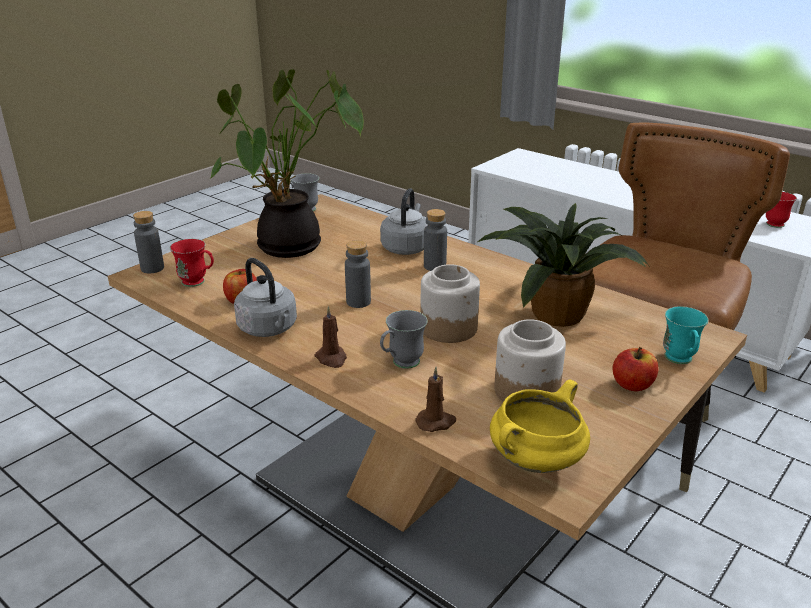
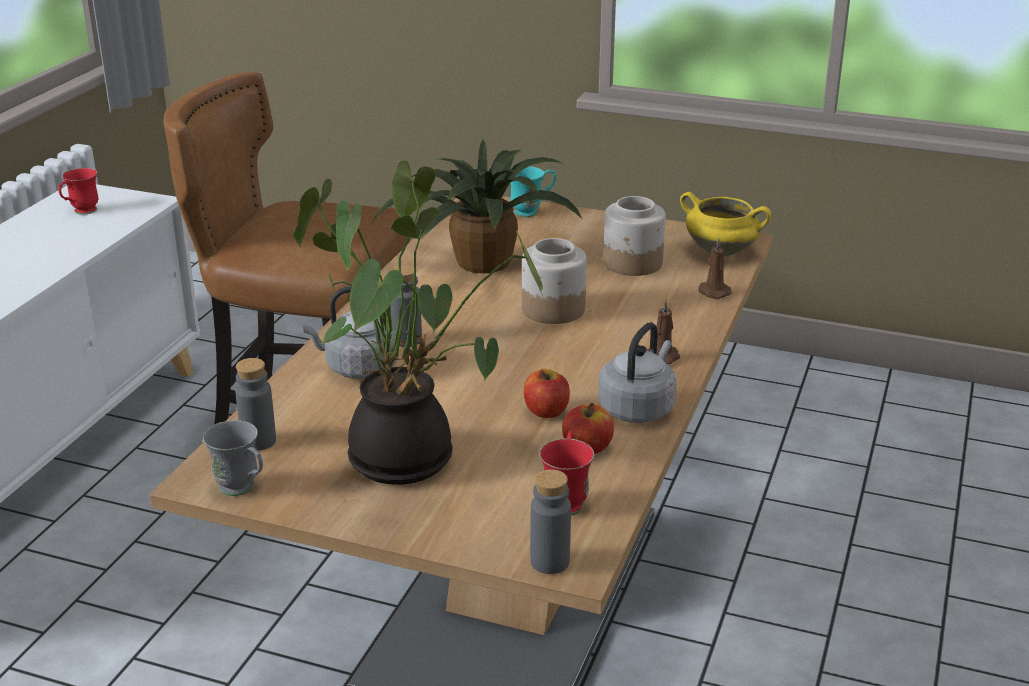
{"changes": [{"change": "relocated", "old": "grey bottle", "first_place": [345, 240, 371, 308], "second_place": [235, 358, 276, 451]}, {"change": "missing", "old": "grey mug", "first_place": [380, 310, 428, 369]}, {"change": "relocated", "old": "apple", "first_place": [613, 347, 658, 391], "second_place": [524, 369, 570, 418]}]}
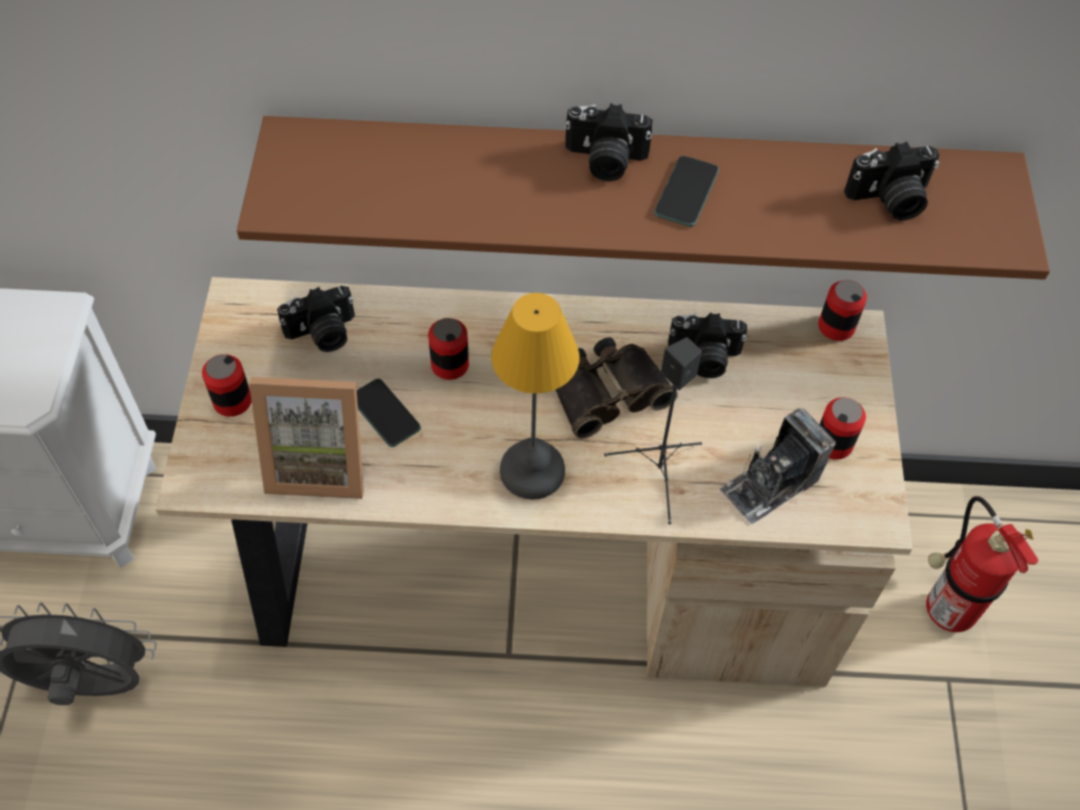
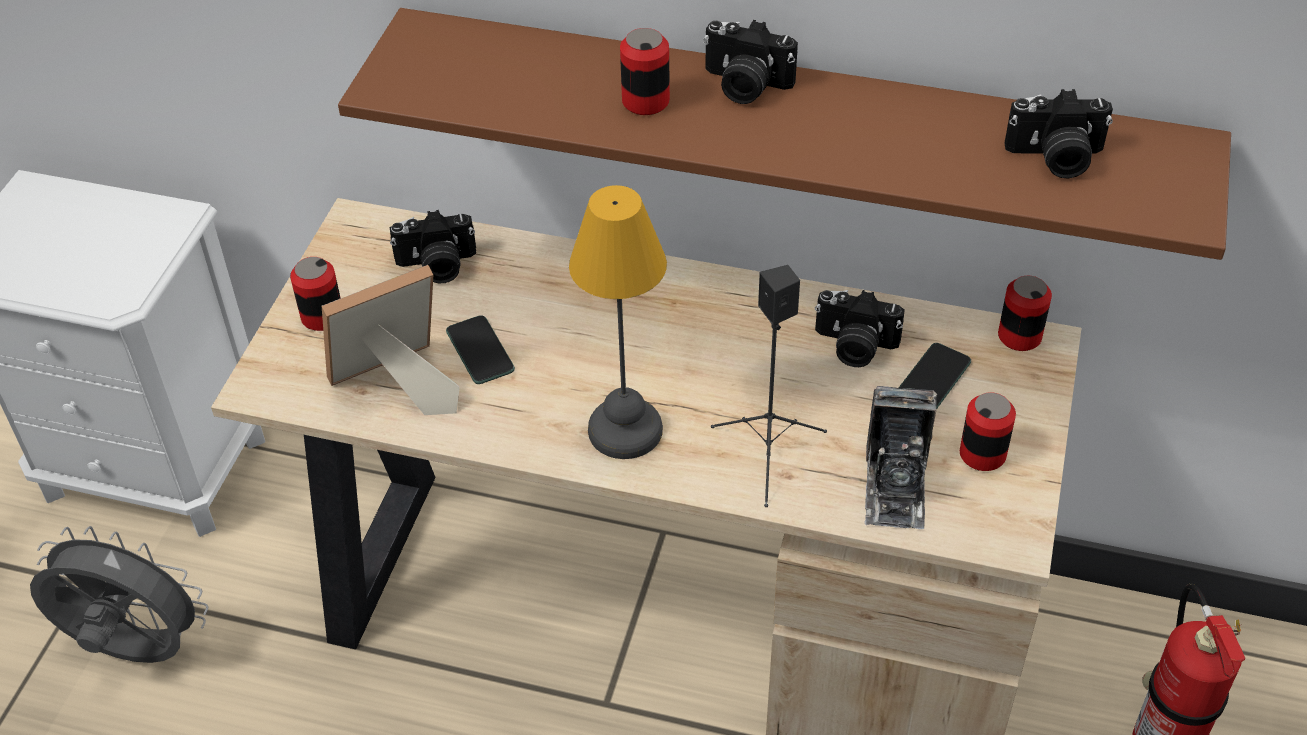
{"changes": [{"change": "spun", "old": "picture frame", "first_place": [249, 377, 364, 499], "second_place": [322, 265, 460, 415], "degrees": 135}, {"change": "relocated", "old": "can", "first_place": [428, 318, 469, 380], "second_place": [620, 28, 670, 115]}, {"change": "missing", "old": "binoculars", "first_place": [556, 337, 678, 439]}, {"change": "relocated", "old": "phone", "first_place": [654, 156, 719, 227], "second_place": [899, 343, 971, 410]}, {"change": "spun", "old": "photo camera", "first_place": [719, 408, 836, 524], "second_place": [864, 386, 937, 529], "degrees": -60}]}
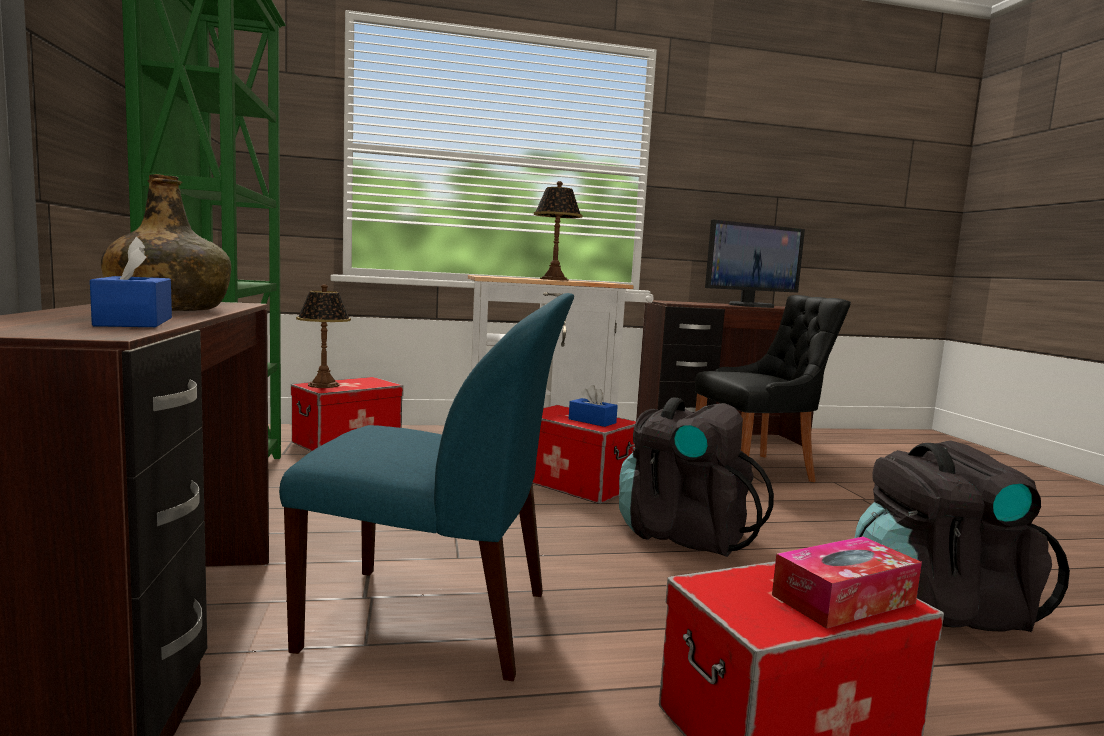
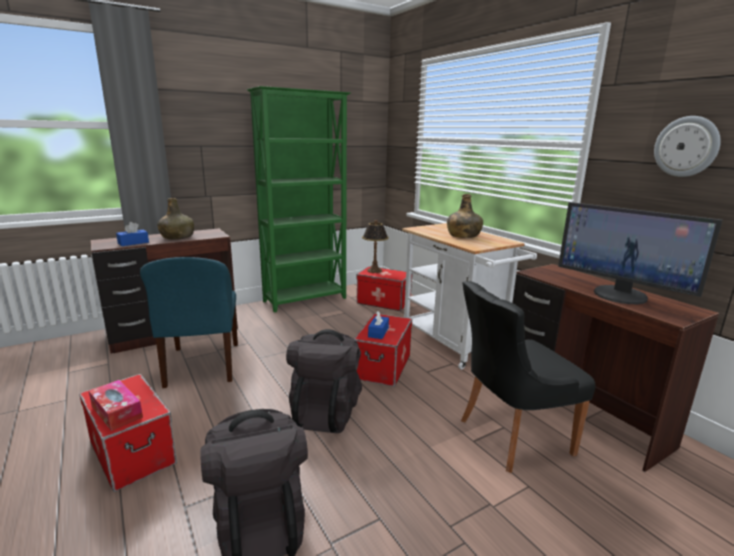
{"changes": [{"change": "exchanged", "old": "table lamp", "new": "green bottle", "first_place": [534, 181, 583, 281], "second_place": [447, 194, 483, 238]}, {"change": "spun", "old": "black chair", "first_place": [695, 295, 851, 482], "second_place": [461, 281, 596, 473], "degrees": 105}, {"change": "appeared", "new": "wall clock", "second_place": [654, 116, 721, 177]}]}
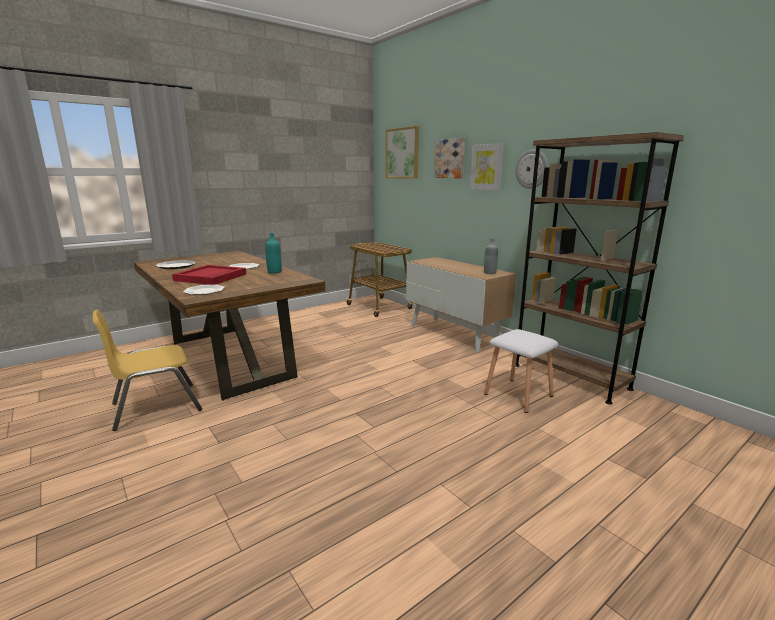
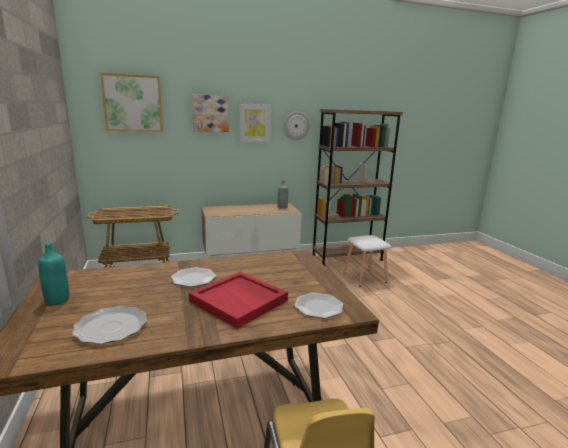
{"changes": [{"change": "relocated", "old": "turquoise bottle", "first_place": [265, 233, 282, 274], "second_place": [38, 243, 69, 305]}]}
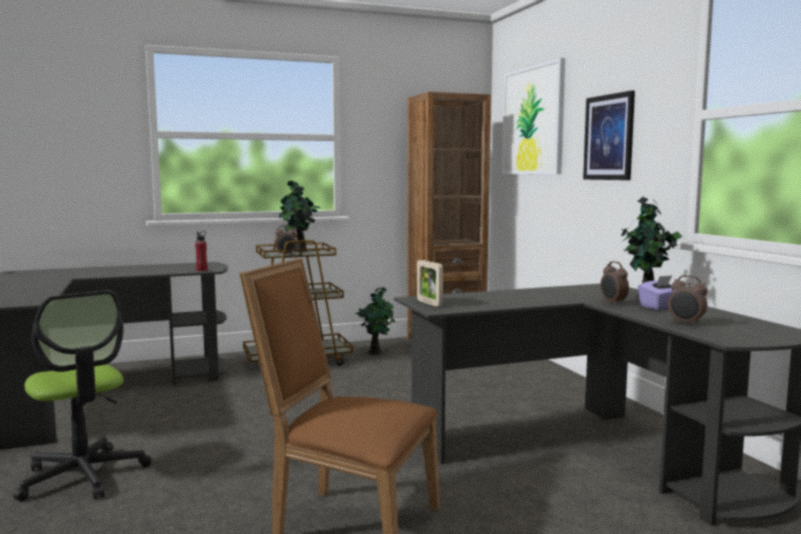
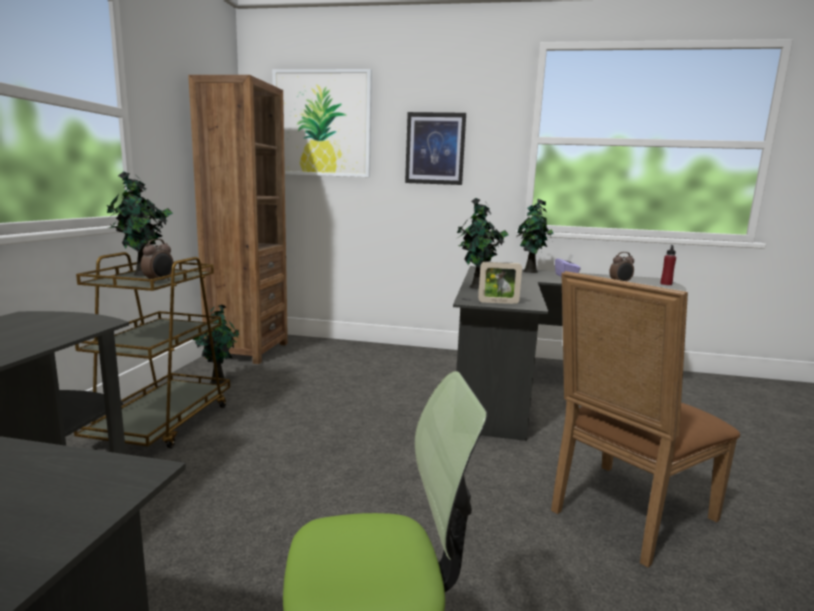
{"changes": [{"change": "relocated", "old": "red bottle", "first_place": [195, 231, 207, 271], "second_place": [660, 245, 676, 285]}, {"change": "missing", "old": "alarm clock", "first_place": [600, 261, 629, 305]}, {"change": "appeared", "new": "potted plant", "second_place": [457, 198, 509, 289]}]}
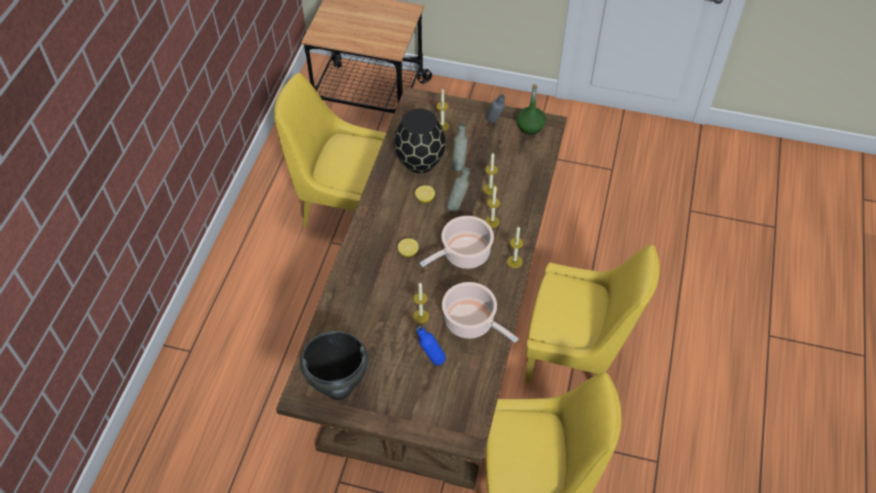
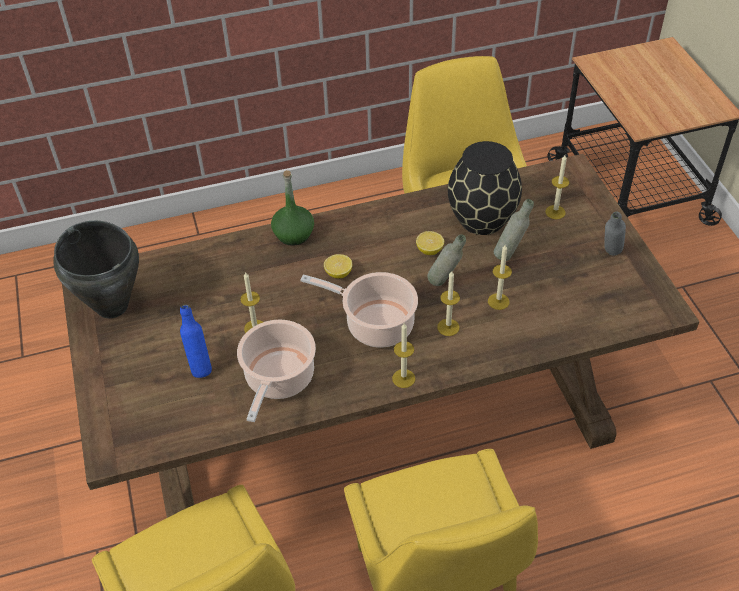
{"changes": [{"change": "relocated", "old": "green bottle", "first_place": [516, 84, 546, 135], "second_place": [271, 170, 314, 246]}]}
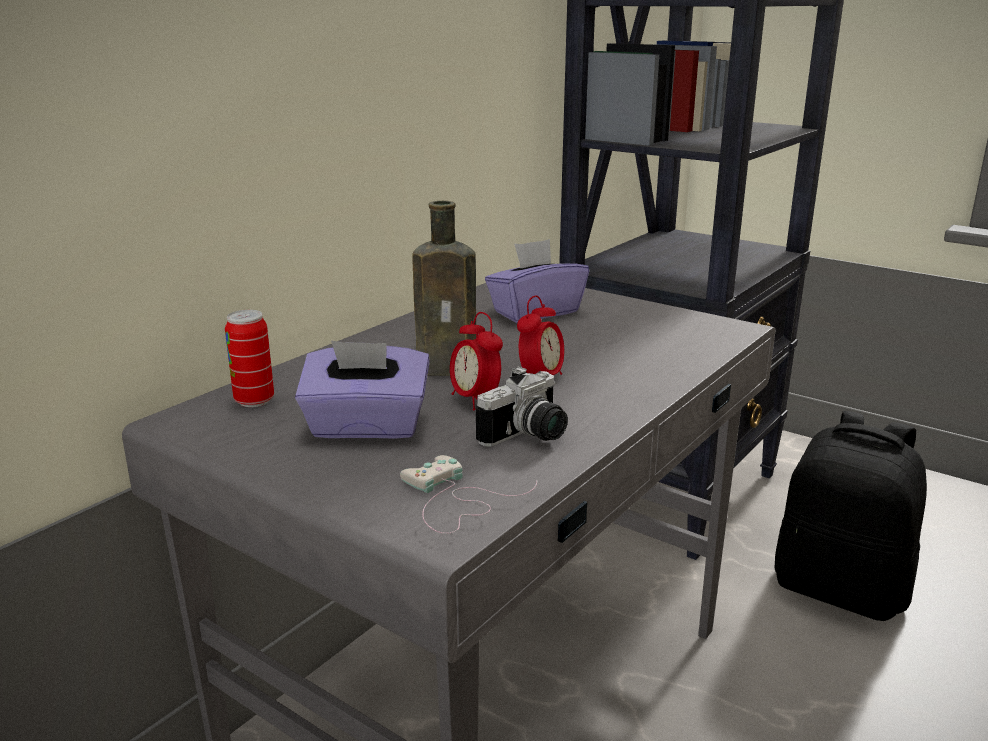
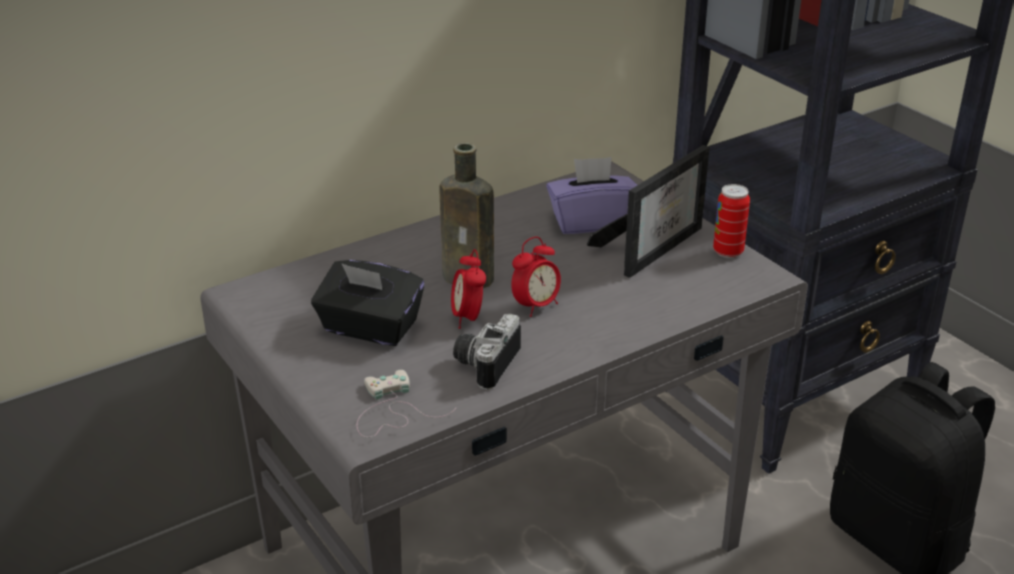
{"changes": [{"change": "relocated", "old": "can", "first_place": [225, 310, 274, 407], "second_place": [713, 184, 750, 258]}, {"change": "colour", "old": "purple tissue box", "new": "black tissue box", "first_place": [295, 341, 430, 439], "second_place": [311, 260, 424, 346]}, {"change": "spun", "old": "photo camera", "first_place": [476, 366, 568, 447], "second_place": [453, 314, 521, 390], "degrees": 135}, {"change": "appeared", "new": "picture frame", "second_place": [587, 145, 710, 278]}]}
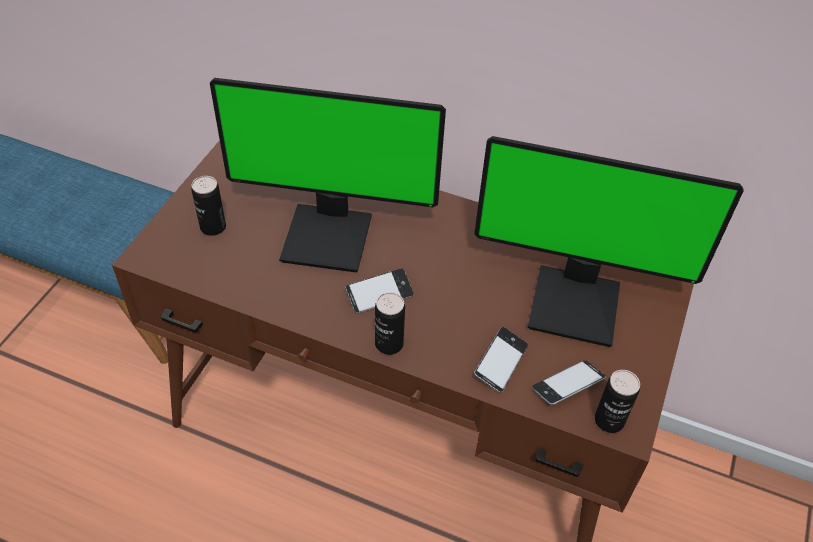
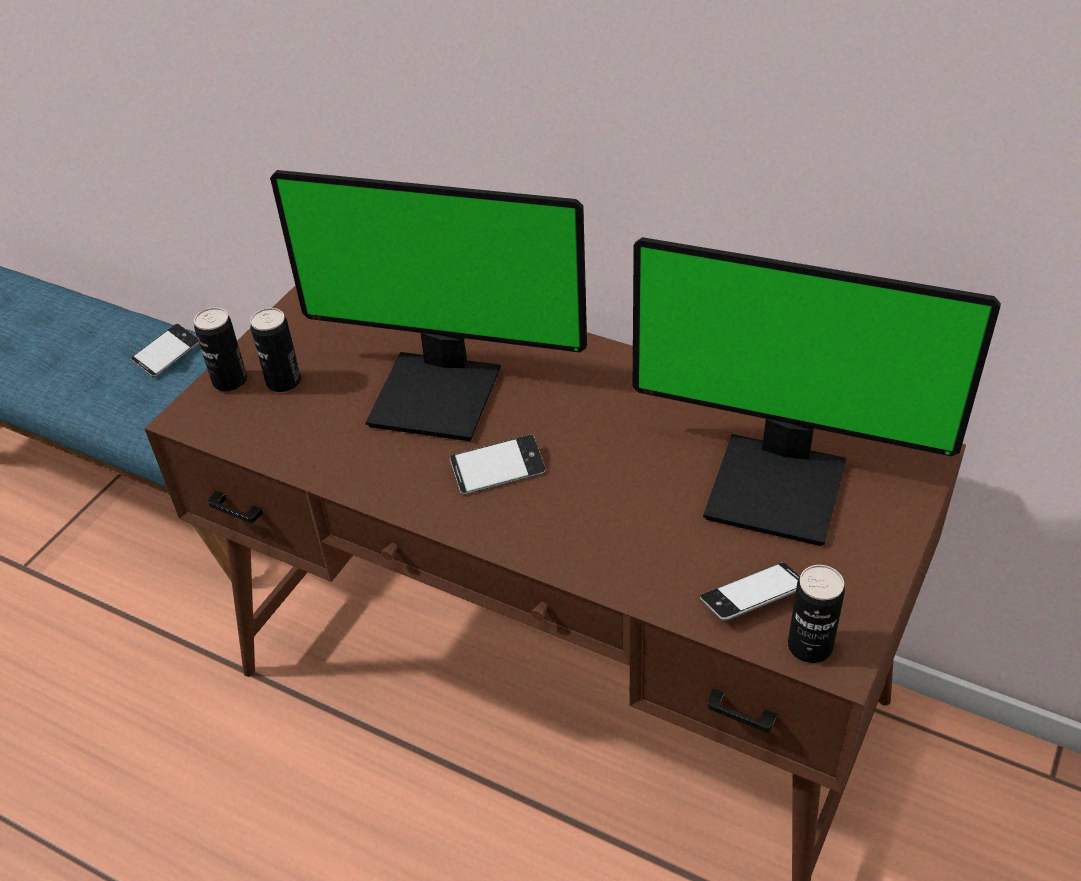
{"changes": [{"change": "relocated", "old": "can", "first_place": [375, 292, 405, 355], "second_place": [194, 307, 247, 391]}, {"change": "relocated", "old": "phone", "first_place": [474, 327, 528, 393], "second_place": [131, 324, 199, 377]}]}
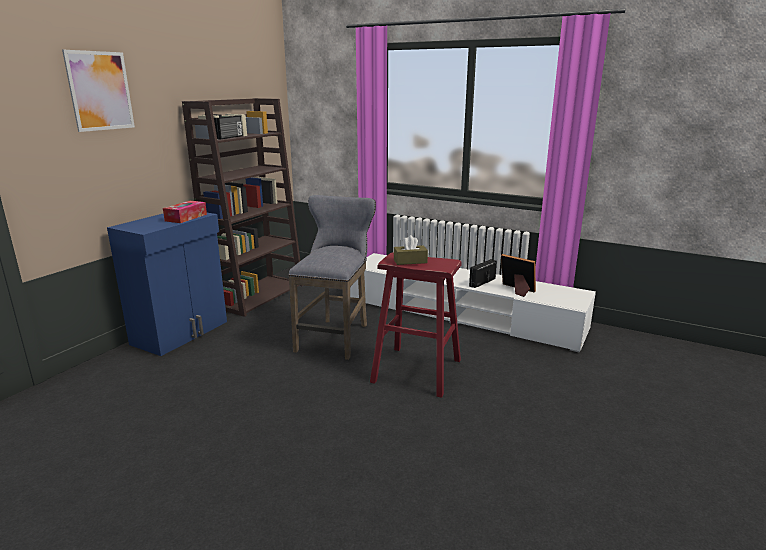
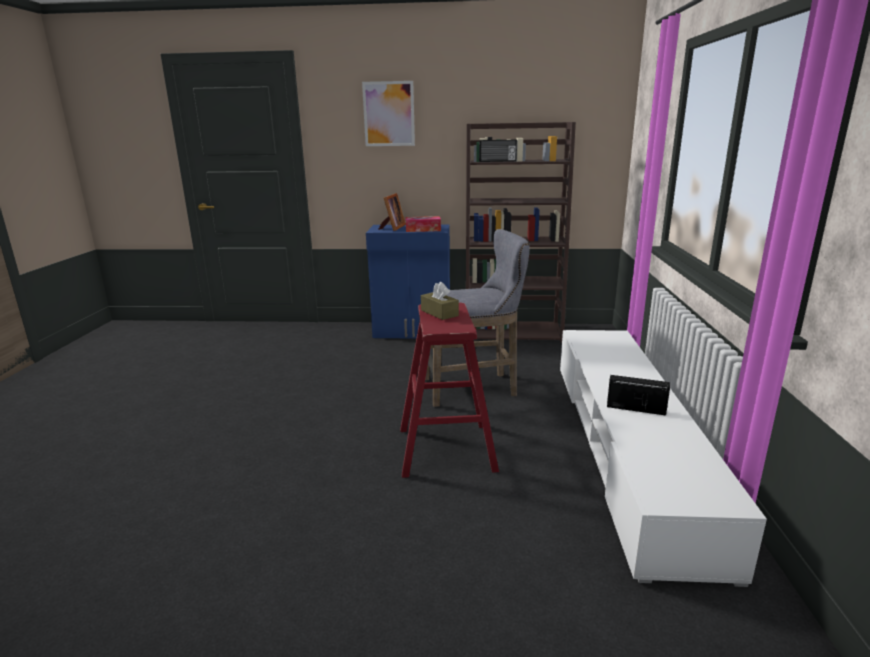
{"changes": [{"change": "relocated", "old": "picture frame", "first_place": [501, 254, 536, 297], "second_place": [378, 193, 406, 231]}]}
